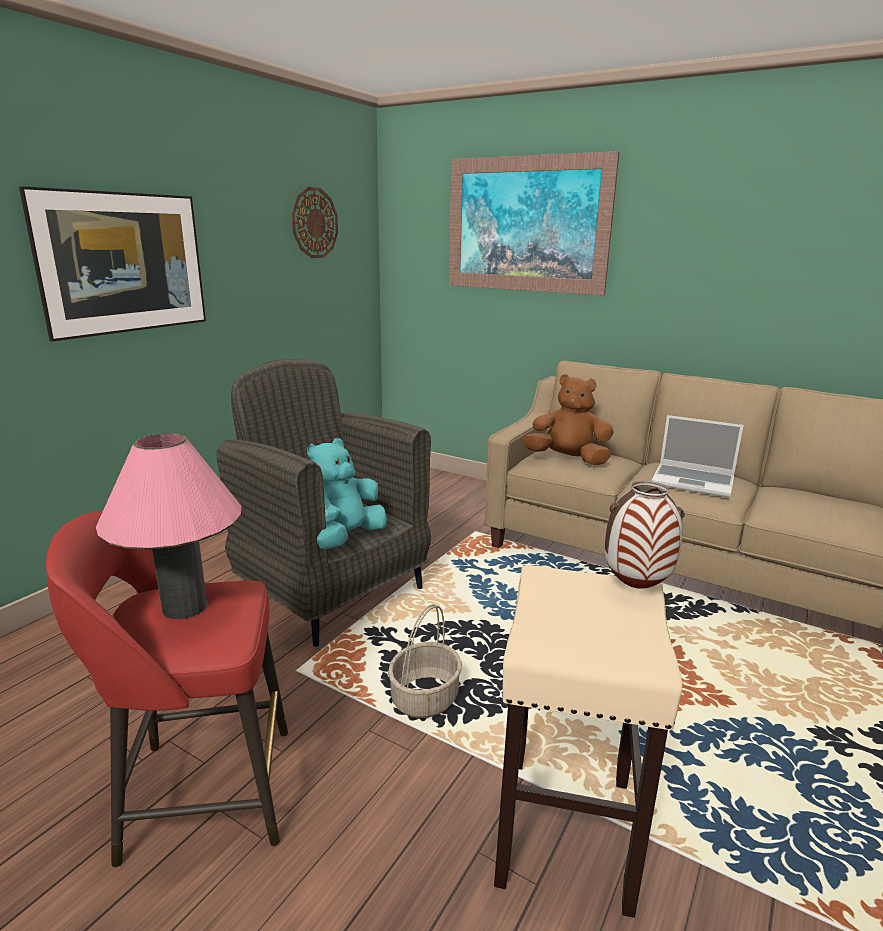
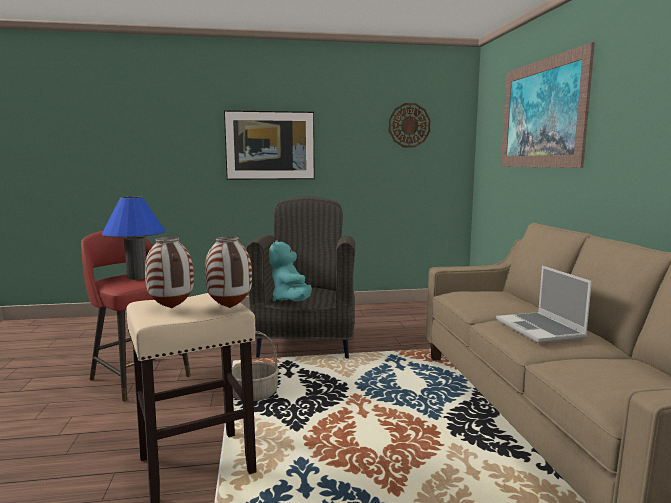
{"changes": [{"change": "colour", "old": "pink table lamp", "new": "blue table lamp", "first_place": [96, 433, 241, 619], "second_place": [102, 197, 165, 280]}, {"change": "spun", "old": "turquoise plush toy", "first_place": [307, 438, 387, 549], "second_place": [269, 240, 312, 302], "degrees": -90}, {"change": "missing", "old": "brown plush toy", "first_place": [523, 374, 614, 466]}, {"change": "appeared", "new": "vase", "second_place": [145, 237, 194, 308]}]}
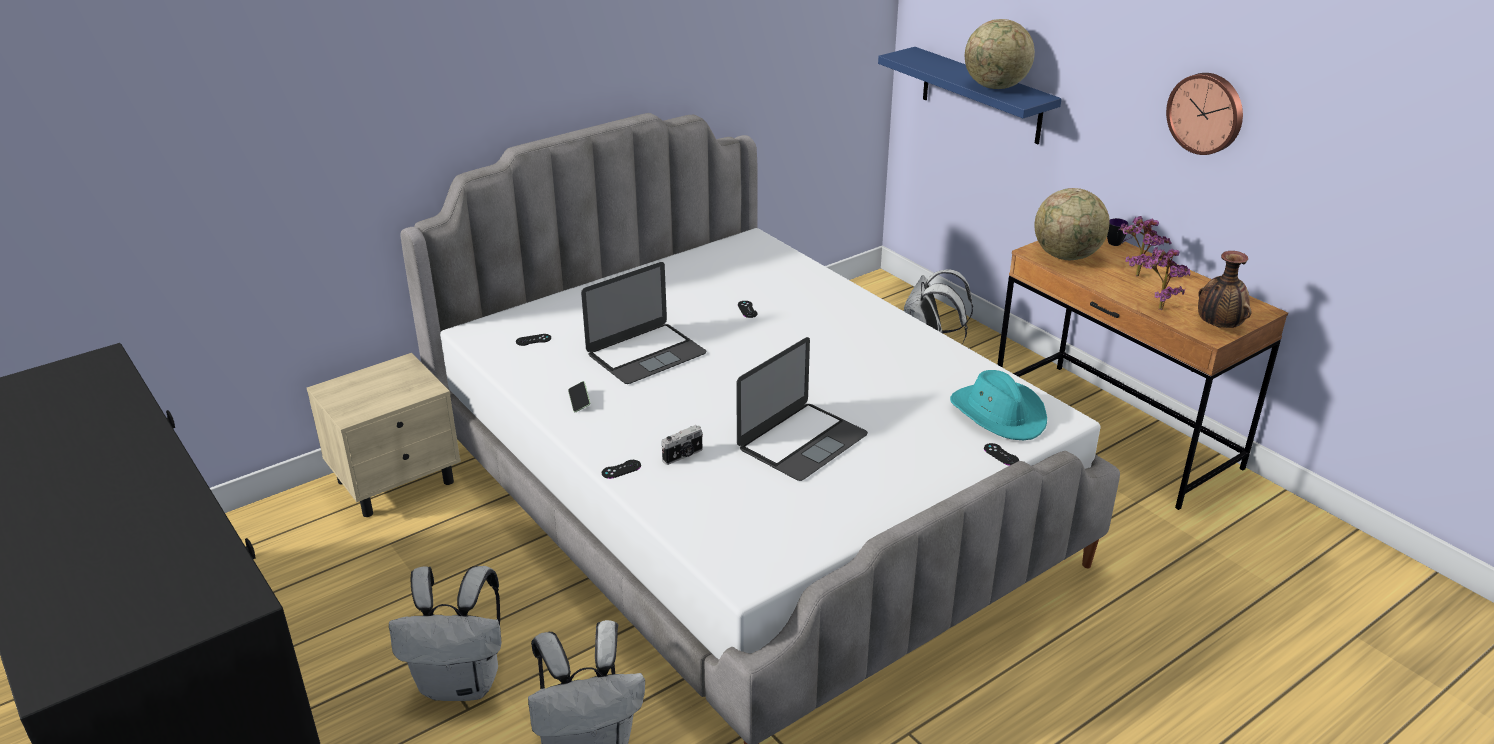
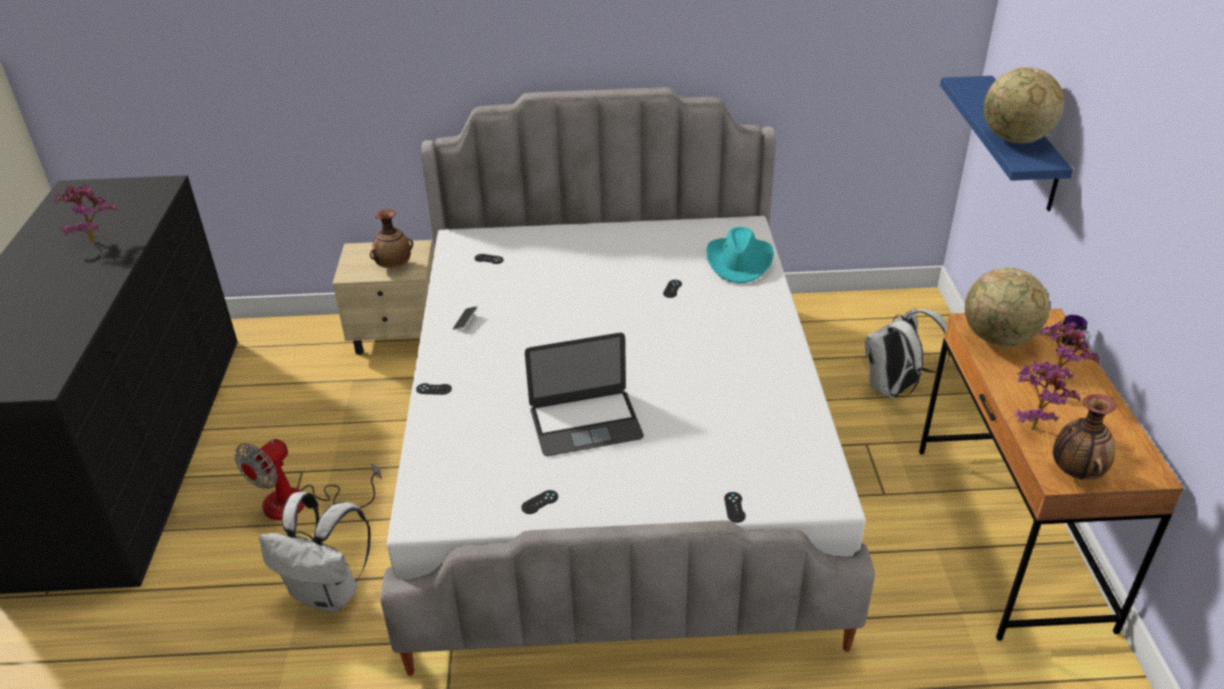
{"changes": [{"change": "exchanged", "old": "white backpack", "new": "fan", "first_place": [389, 566, 501, 701], "second_place": [235, 439, 382, 520]}, {"change": "missing", "old": "laptop", "first_place": [581, 262, 706, 384]}, {"change": "missing", "old": "photo camera", "first_place": [661, 425, 703, 465]}, {"change": "relocated", "old": "turquoise hat", "first_place": [950, 370, 1047, 440], "second_place": [706, 227, 774, 283]}, {"change": "missing", "old": "wall clock", "first_place": [1166, 73, 1243, 155]}, {"change": "appeared", "new": "potted plant", "second_place": [54, 184, 118, 243]}, {"change": "appeared", "new": "vase", "second_place": [370, 209, 413, 268]}, {"change": "appeared", "new": "black game controller", "second_place": [521, 490, 558, 514]}]}
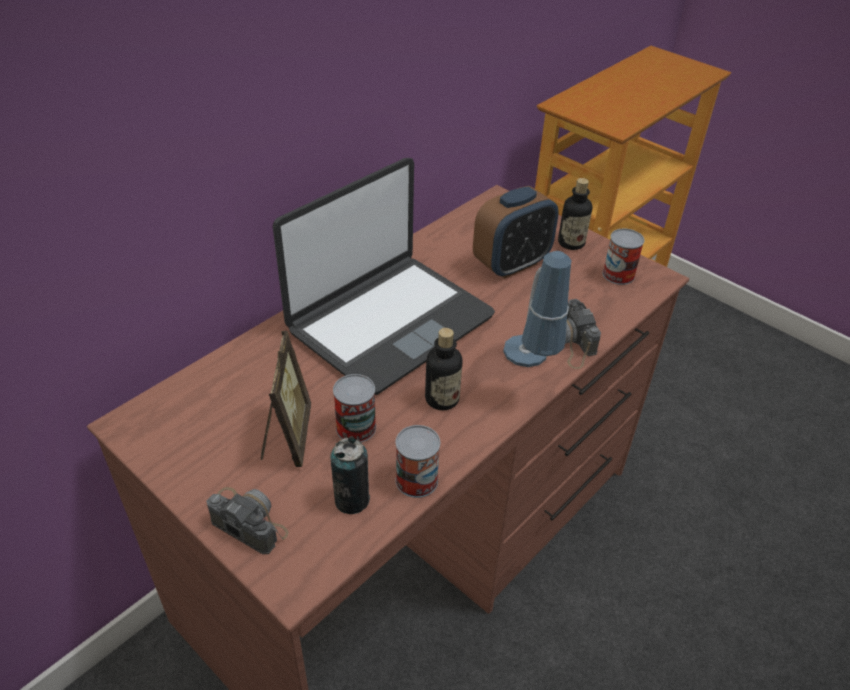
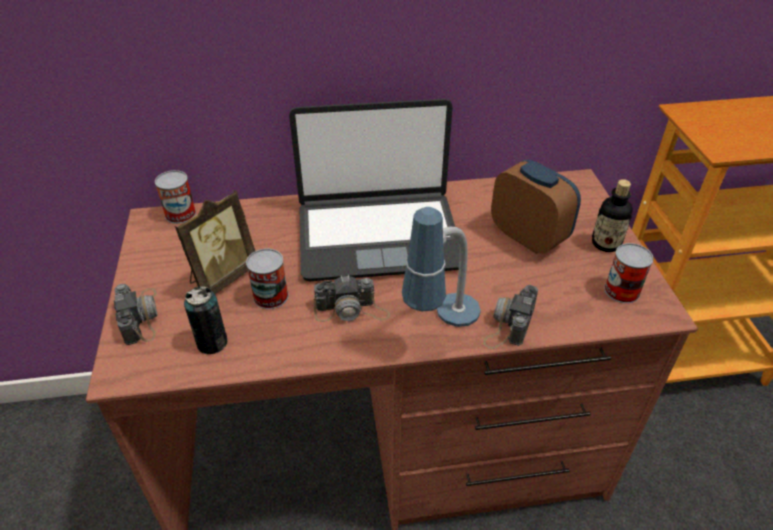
{"changes": [{"change": "relocated", "old": "can", "first_place": [396, 425, 440, 498], "second_place": [155, 170, 196, 224]}, {"change": "exchanged", "old": "bottle", "new": "photo camera", "first_place": [425, 328, 463, 410], "second_place": [313, 275, 390, 322]}, {"change": "spun", "old": "alarm clock", "first_place": [473, 186, 559, 278], "second_place": [491, 160, 581, 254], "degrees": -135}]}
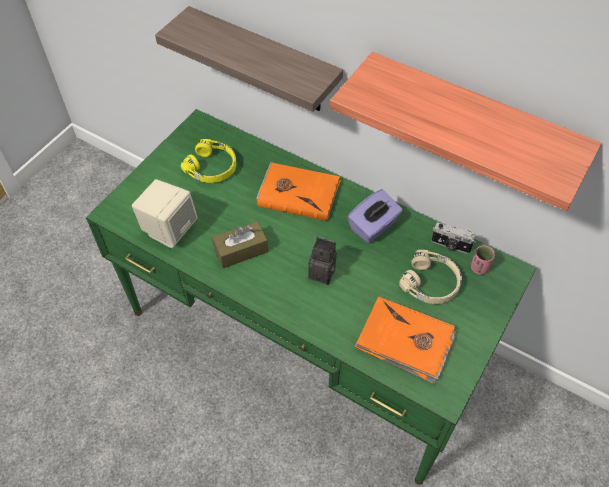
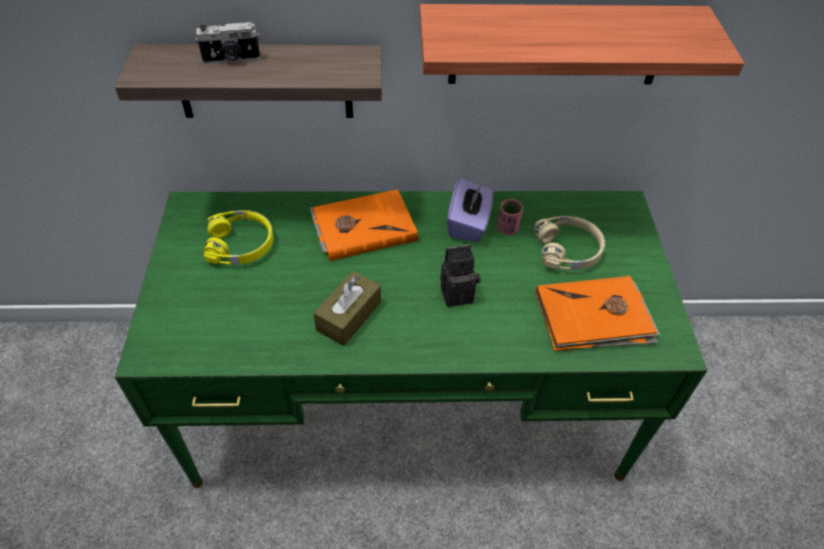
{"changes": [{"change": "missing", "old": "beige speaker", "first_place": [132, 179, 198, 249]}, {"change": "relocated", "old": "photo camera", "first_place": [431, 222, 476, 254], "second_place": [195, 22, 260, 64]}, {"change": "relocated", "old": "pink cup", "first_place": [471, 246, 495, 275], "second_place": [497, 199, 523, 235]}]}
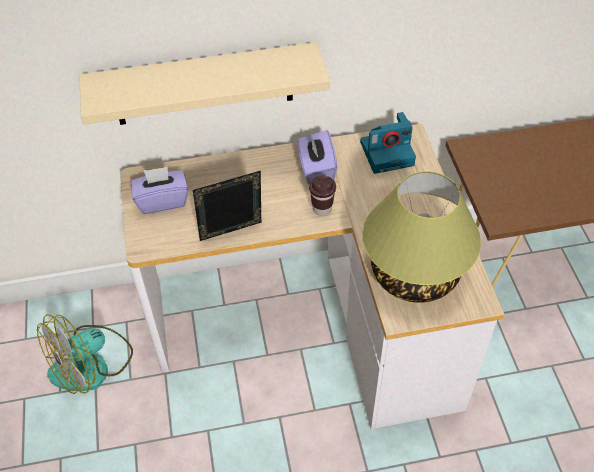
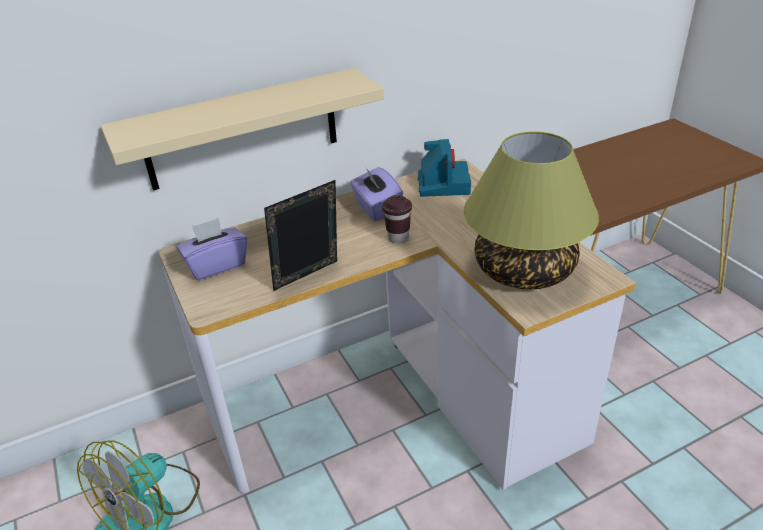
{"changes": [{"change": "spun", "old": "photo camera", "first_place": [360, 112, 416, 174], "second_place": [418, 139, 471, 197], "degrees": -60}]}
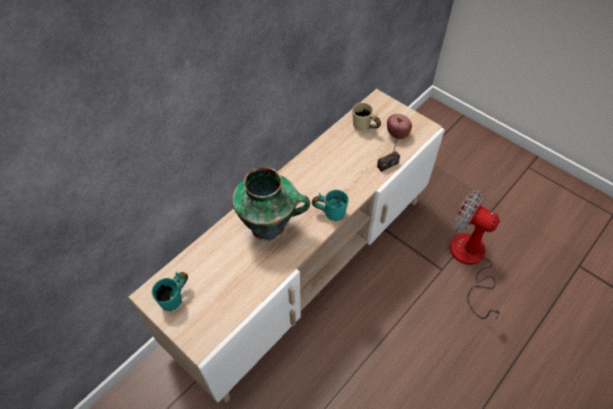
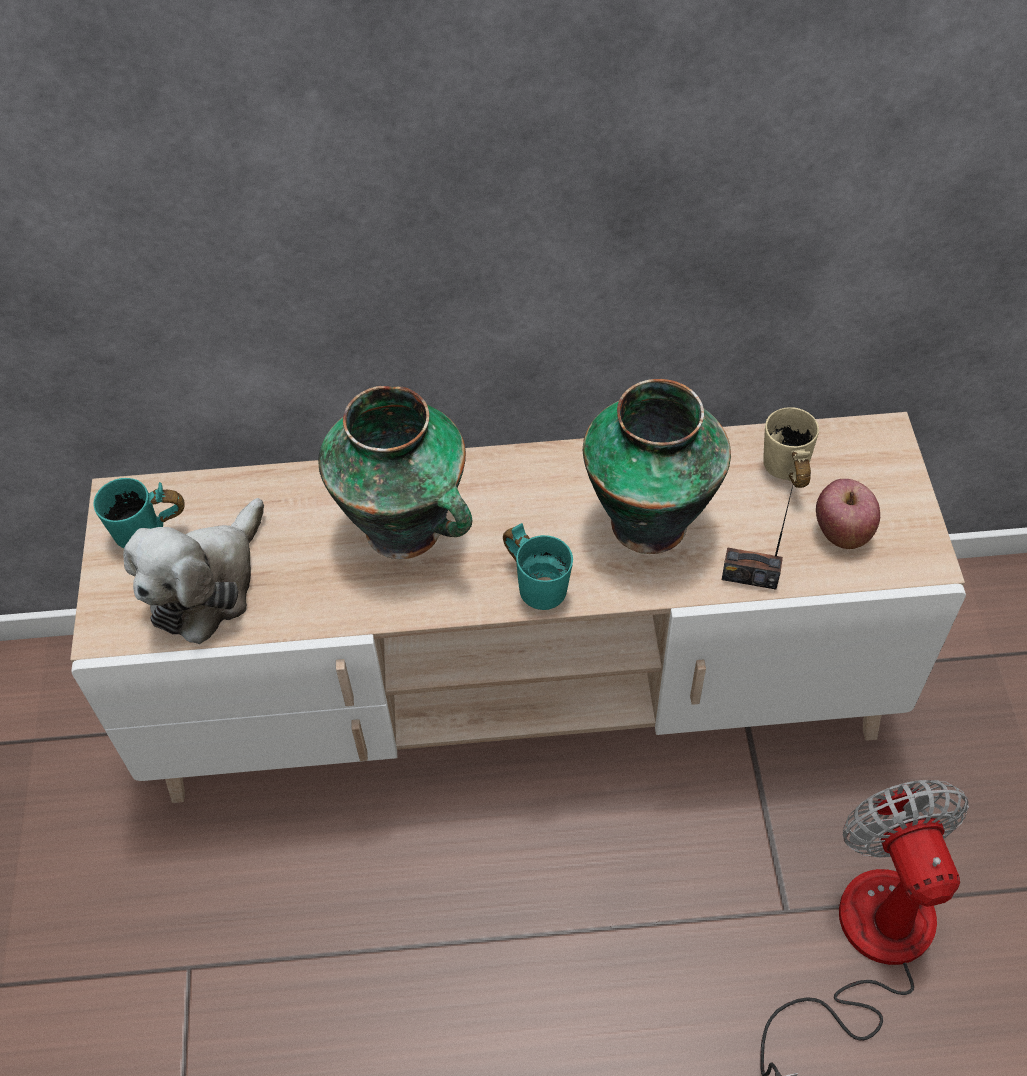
{"changes": [{"change": "appeared", "new": "plush toy", "second_place": [123, 498, 264, 644]}, {"change": "appeared", "new": "vase", "second_place": [583, 379, 731, 554]}]}
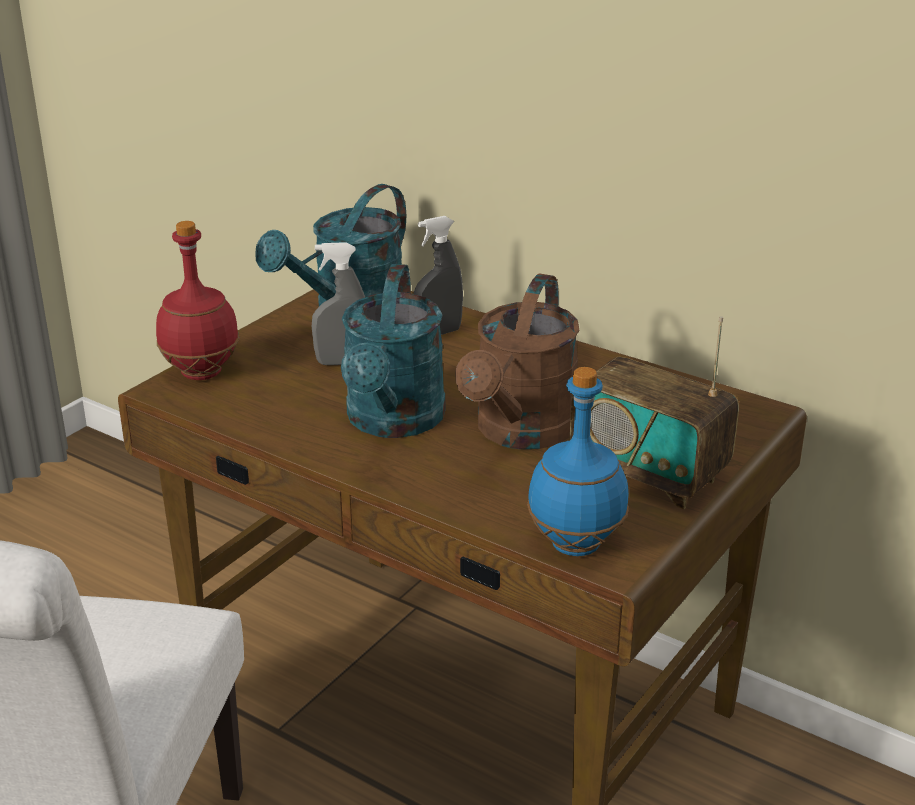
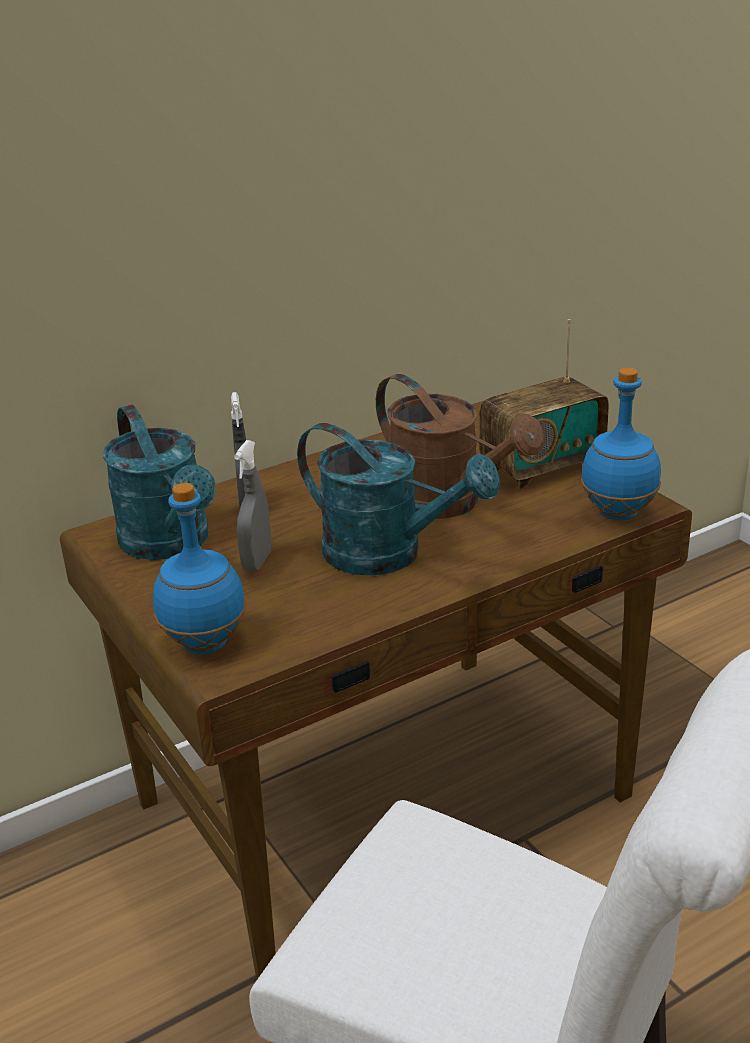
{"changes": [{"change": "colour", "old": "red bottle", "new": "blue bottle", "first_place": [156, 221, 239, 380], "second_place": [153, 483, 246, 654]}]}
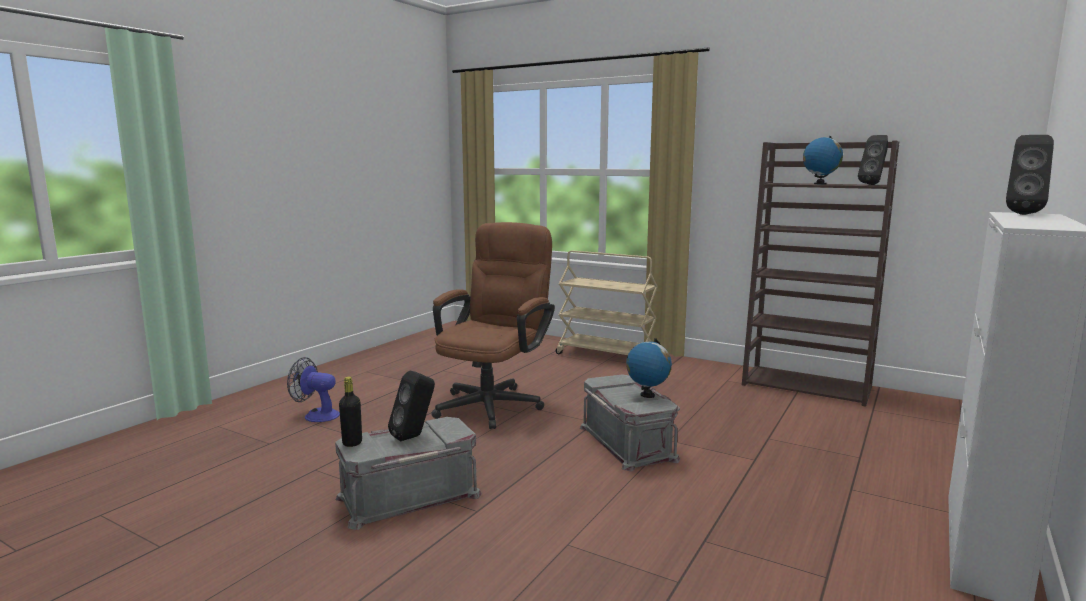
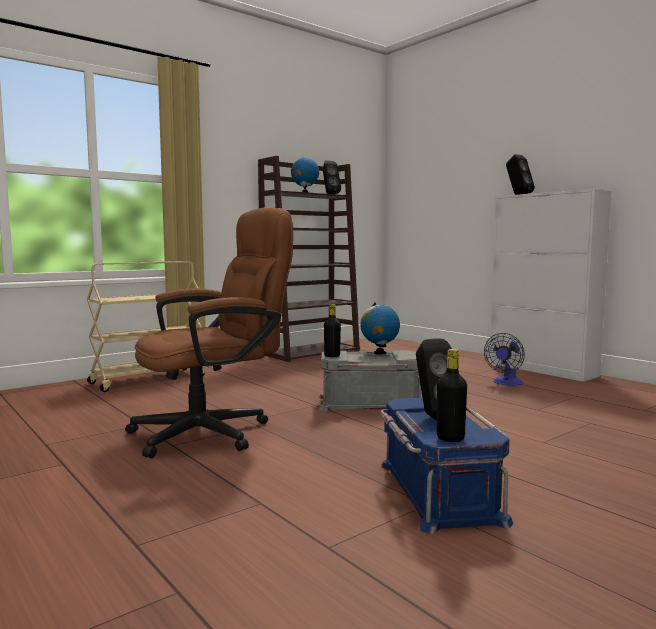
{"changes": [{"change": "relocated", "old": "fan", "first_place": [287, 357, 340, 422], "second_place": [484, 333, 525, 386]}, {"change": "colour", "old": "grey storage box", "new": "blue storage box", "first_place": [335, 417, 482, 530], "second_place": [380, 397, 513, 534]}, {"change": "spun", "old": "brown office chair", "first_place": [432, 222, 555, 429], "second_place": [125, 207, 293, 458], "degrees": 105}, {"change": "appeared", "new": "black bottle", "second_place": [324, 304, 341, 357]}]}
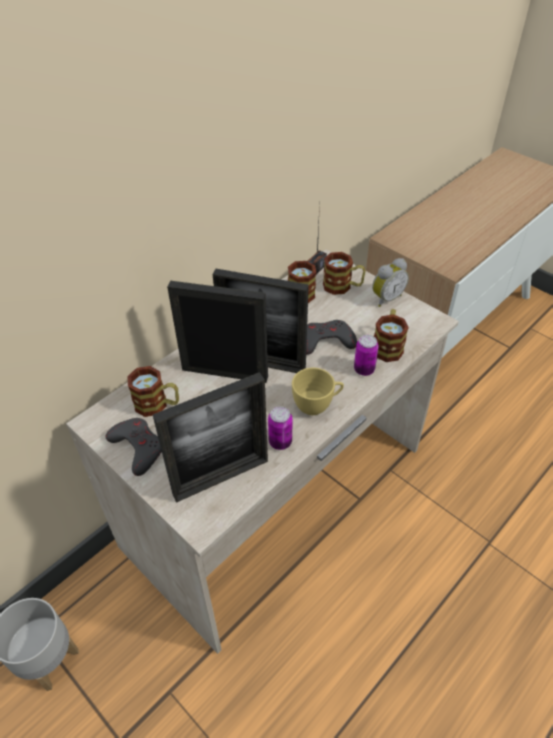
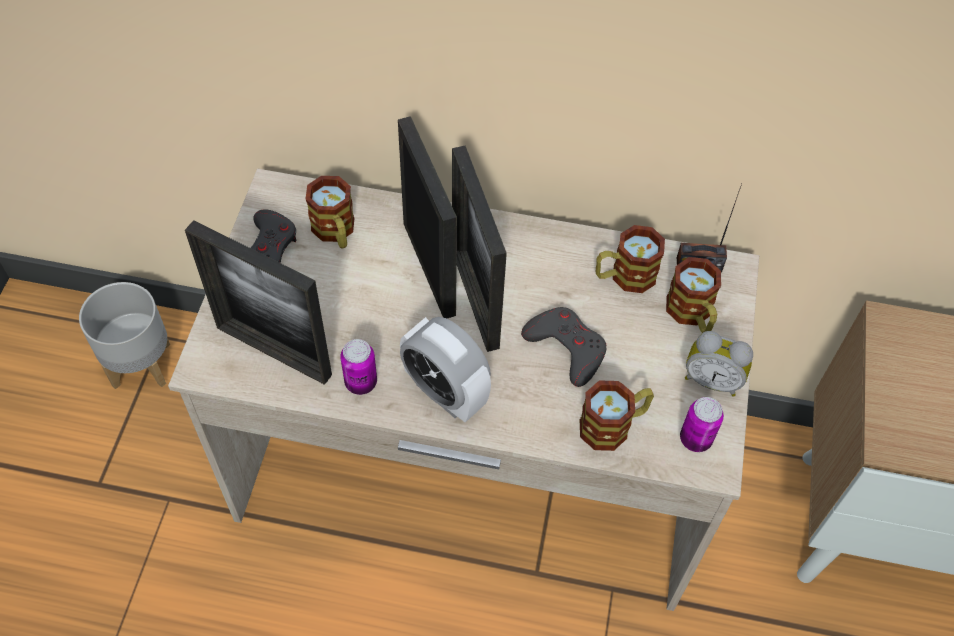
{"changes": [{"change": "exchanged", "old": "yellow cup", "new": "alarm clock", "first_place": [292, 368, 344, 415], "second_place": [400, 317, 491, 423]}, {"change": "relocated", "old": "can", "first_place": [354, 335, 379, 376], "second_place": [680, 397, 724, 452]}]}
